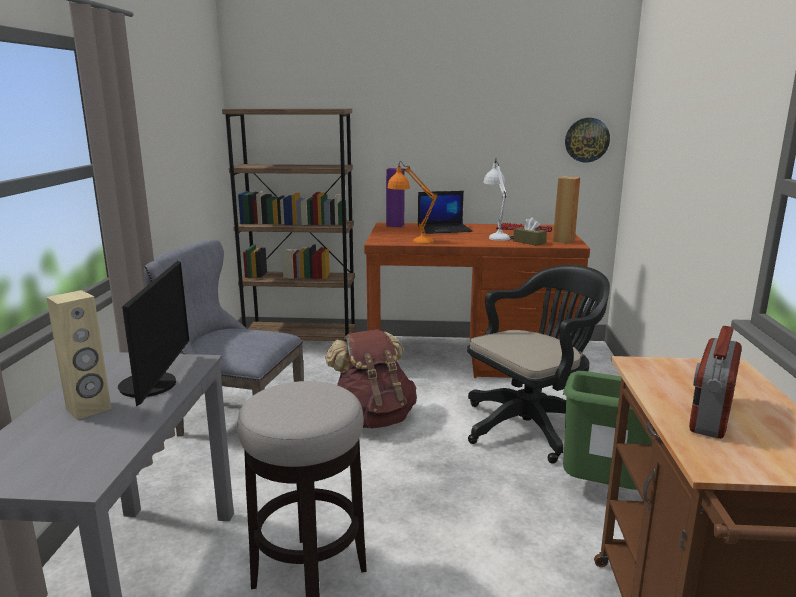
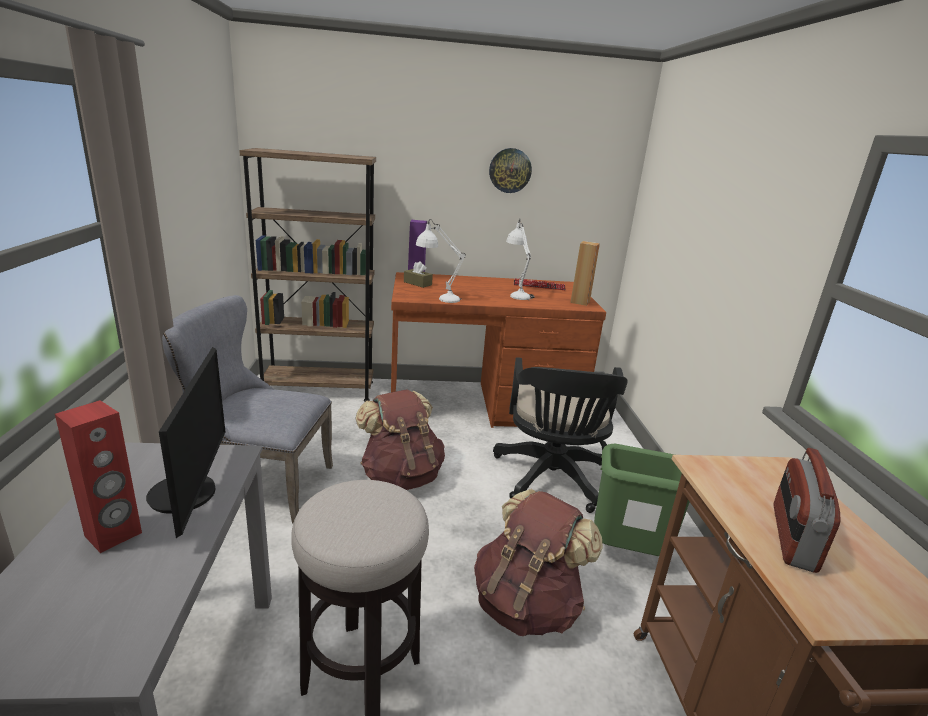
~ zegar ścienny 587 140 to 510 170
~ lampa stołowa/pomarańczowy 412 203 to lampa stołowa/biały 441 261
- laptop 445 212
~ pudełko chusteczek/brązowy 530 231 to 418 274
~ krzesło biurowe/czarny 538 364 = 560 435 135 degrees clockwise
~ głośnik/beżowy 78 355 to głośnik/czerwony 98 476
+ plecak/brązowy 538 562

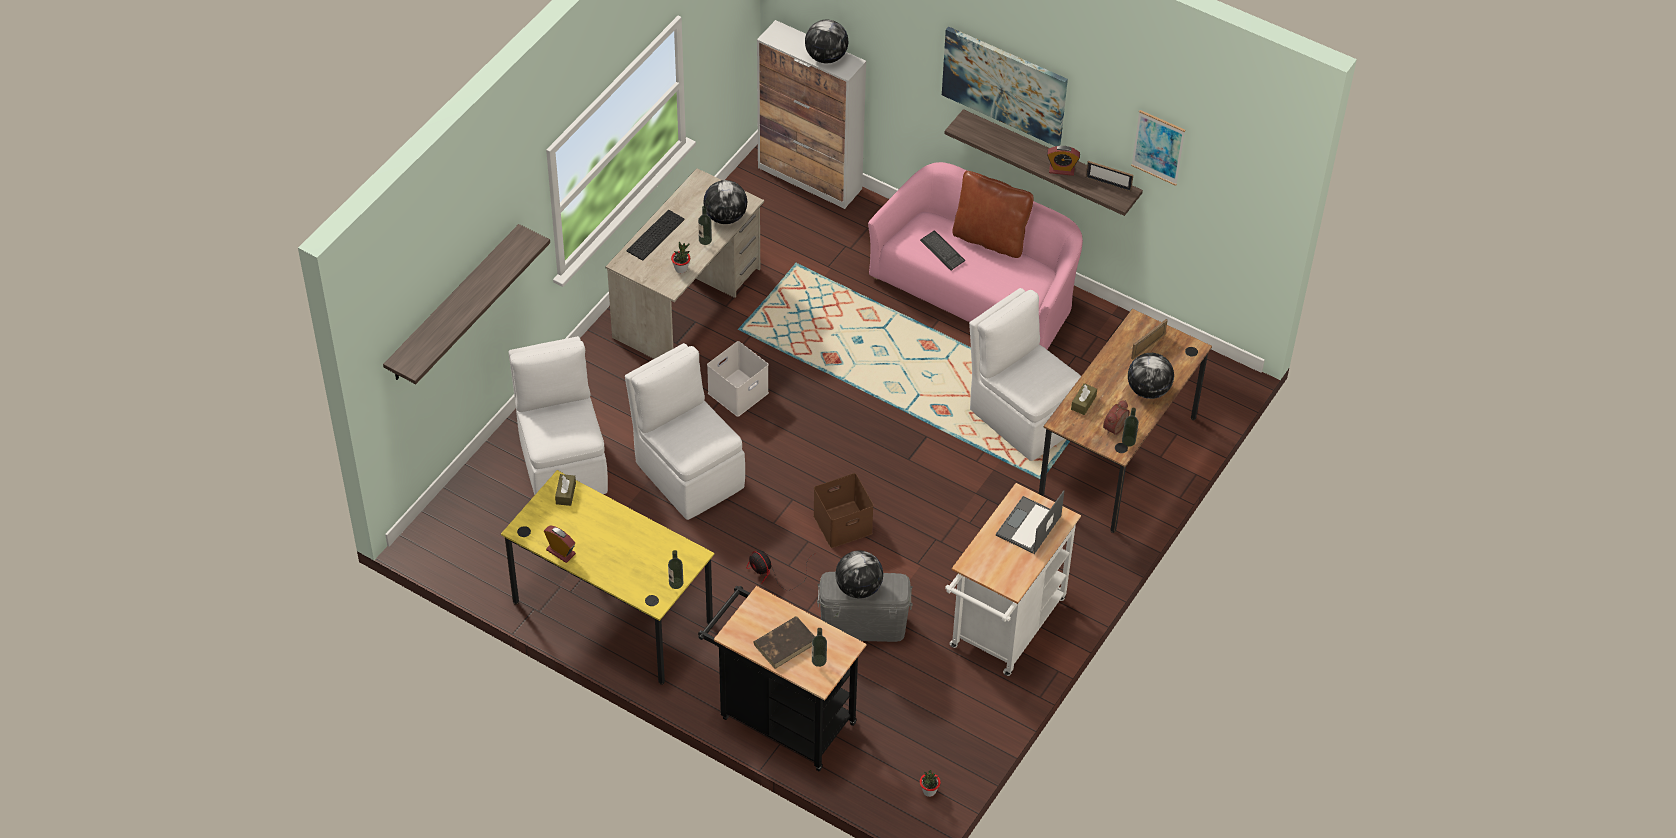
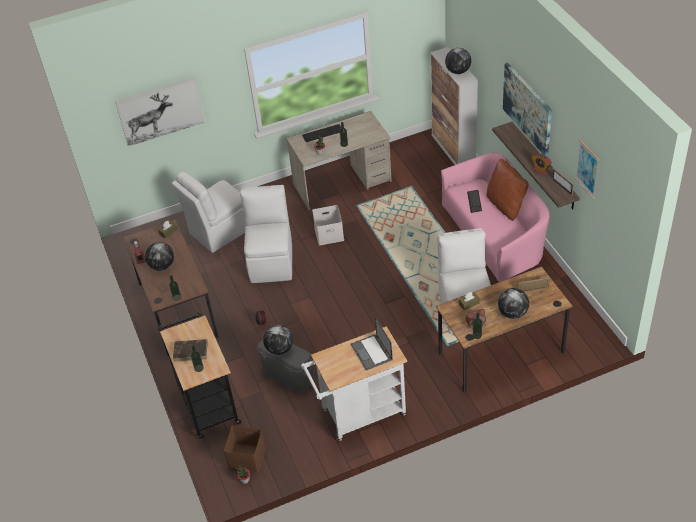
~ globus 725 202 to 159 256
~ półka 466 304 to obraz 160 112
~ krzesło/biały 558 415 = 209 212 150 degrees counterclockwise
~ biurko/żółty 608 577 to biurko/brązowy 170 288
~ pojemnik do przechowywania/brązowy 843 510 to 245 449
~ laptop 1030 522 = 372 344 90 degrees counterclockwise

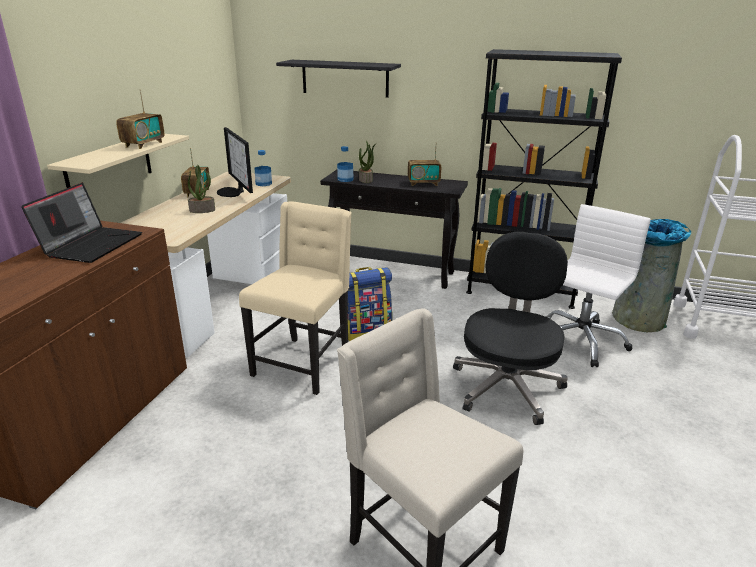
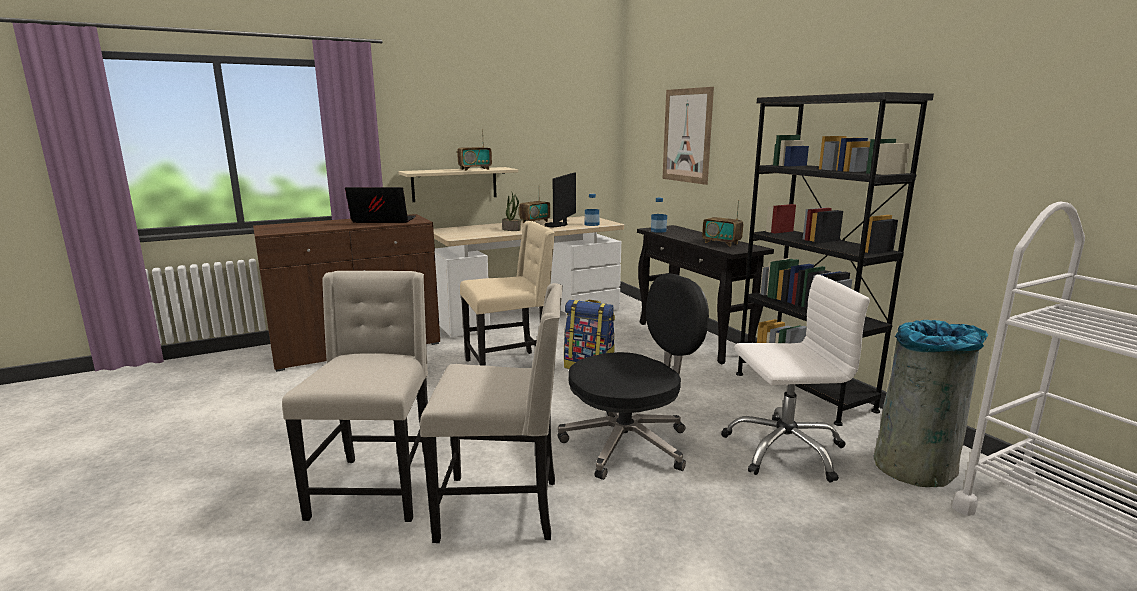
~ półka/czarny 338 79 to obraz 688 136
- roślina doniczkowa 368 162
~ laptop 81 223 = 380 205 150 degrees counterclockwise
+ krzesło/beżowy 491 413

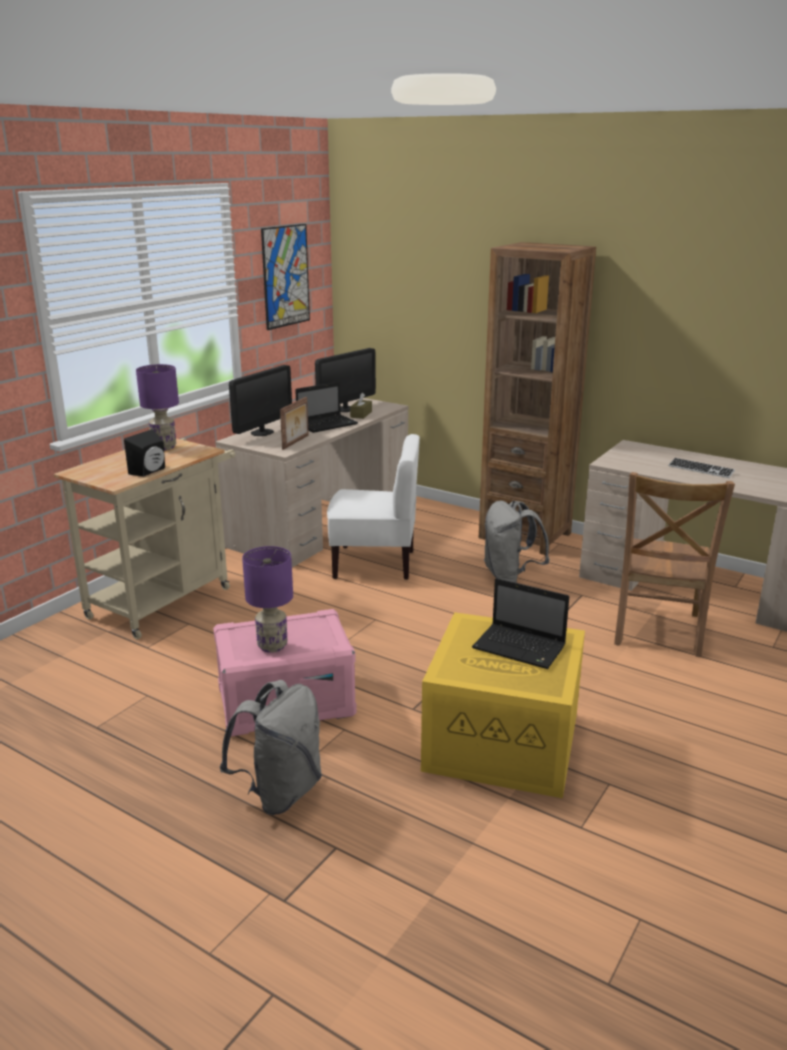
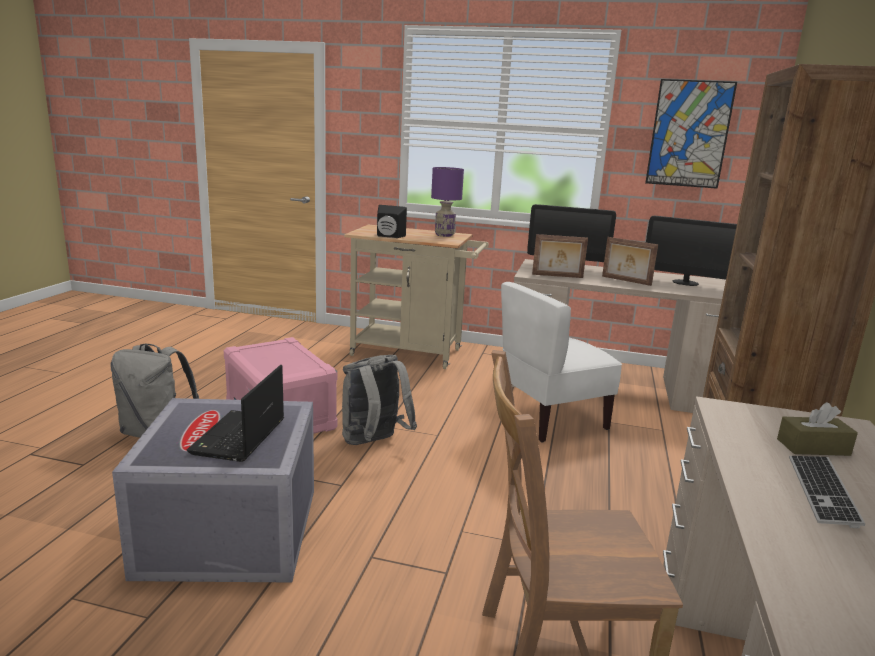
~ laptop 326 407 to ramka na zdjęcie 630 261
~ pudełko chusteczek/brązowy 361 406 to 817 429
~ krzesło/biały 373 507 = 561 362 75 degrees clockwise
~ plecak/szary 517 542 to 379 400
- lampa stołowa/fioletowy 267 599
~ pojemnik do przechowywania/żółty 503 705 to pojemnik do przechowywania/szary 213 490

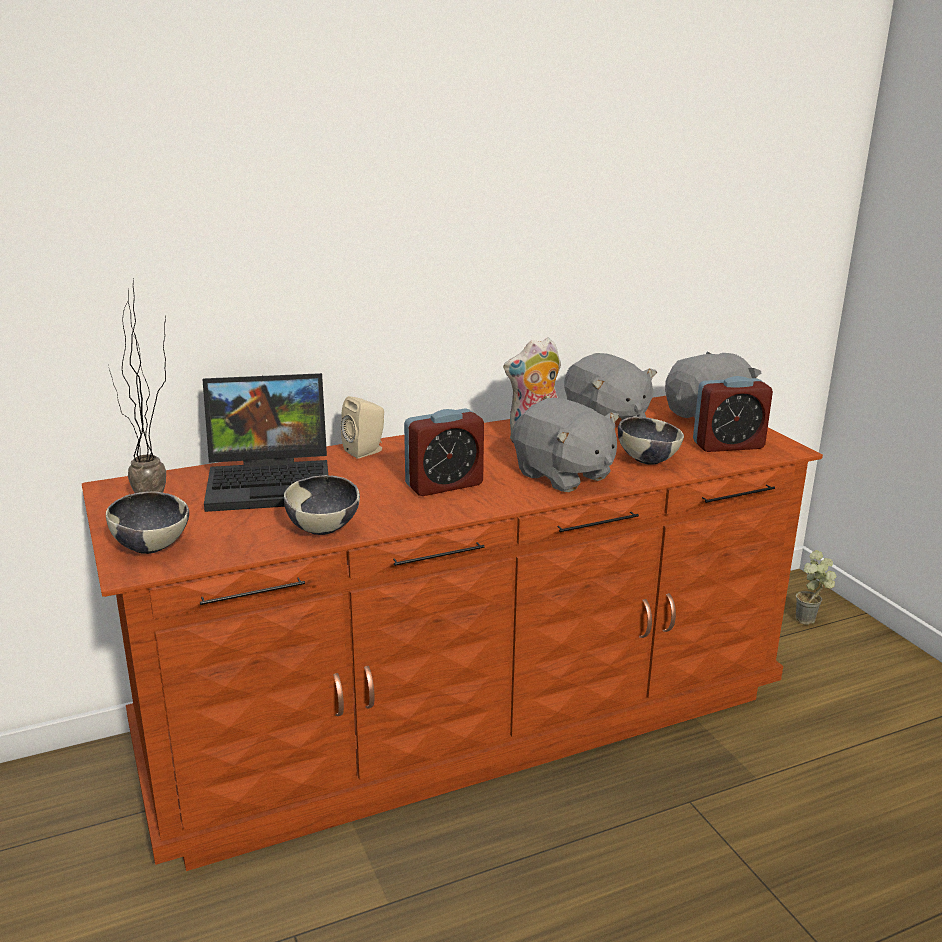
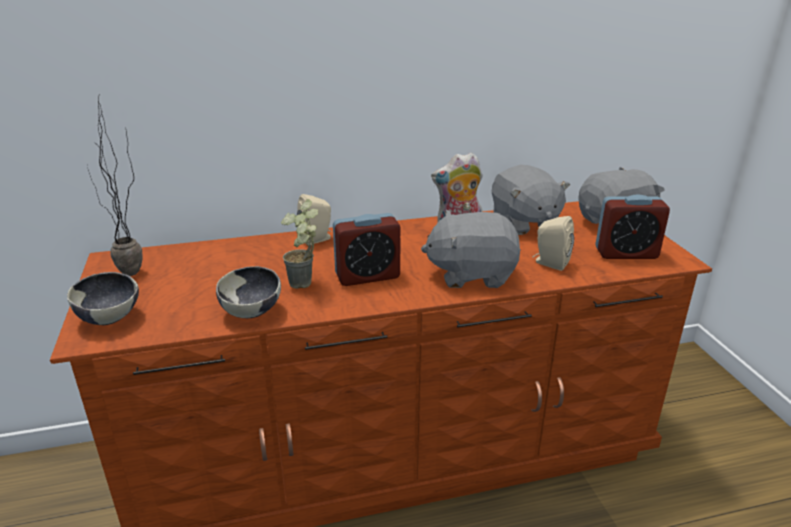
- laptop 265 442
~ pluszak/szary 566 445 = 471 249 120 degrees clockwise
~ miska 651 441 to głośnik/beżowy 553 243
~ roślina doniczkowa 816 587 to 299 244

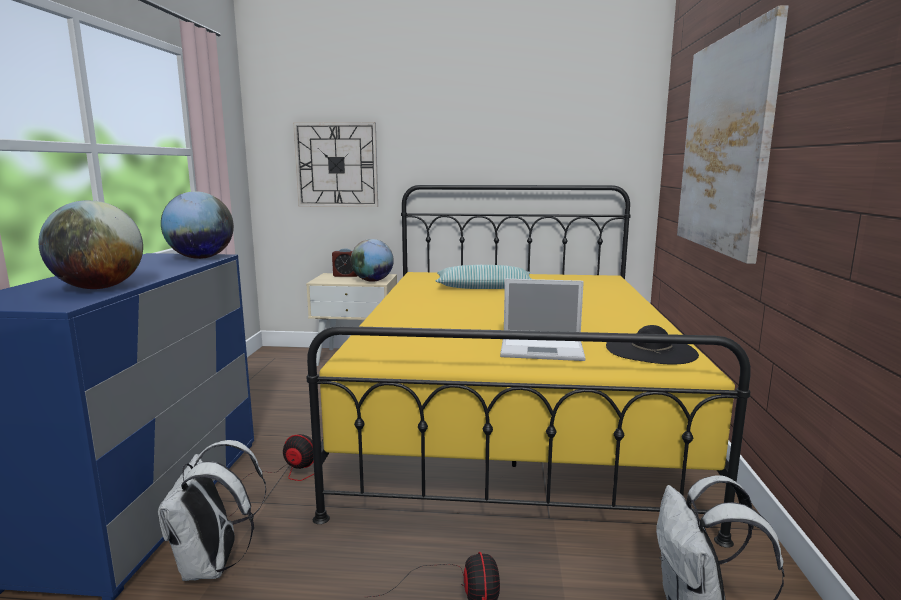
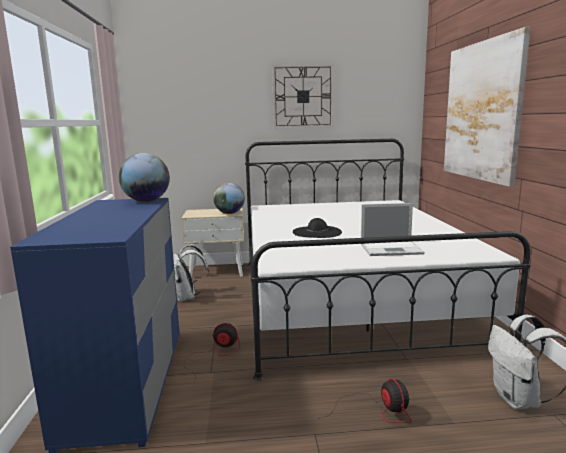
~ zegar ścienny 335 164 to 303 96
~ łóżko/żółty 529 366 to łóżko/biały 388 260
- globus 91 244
- budzik 344 262
- poduszka 483 277
~ kapelusz/czarny 652 344 to 317 228
~ plecak/biały 212 510 to 191 273

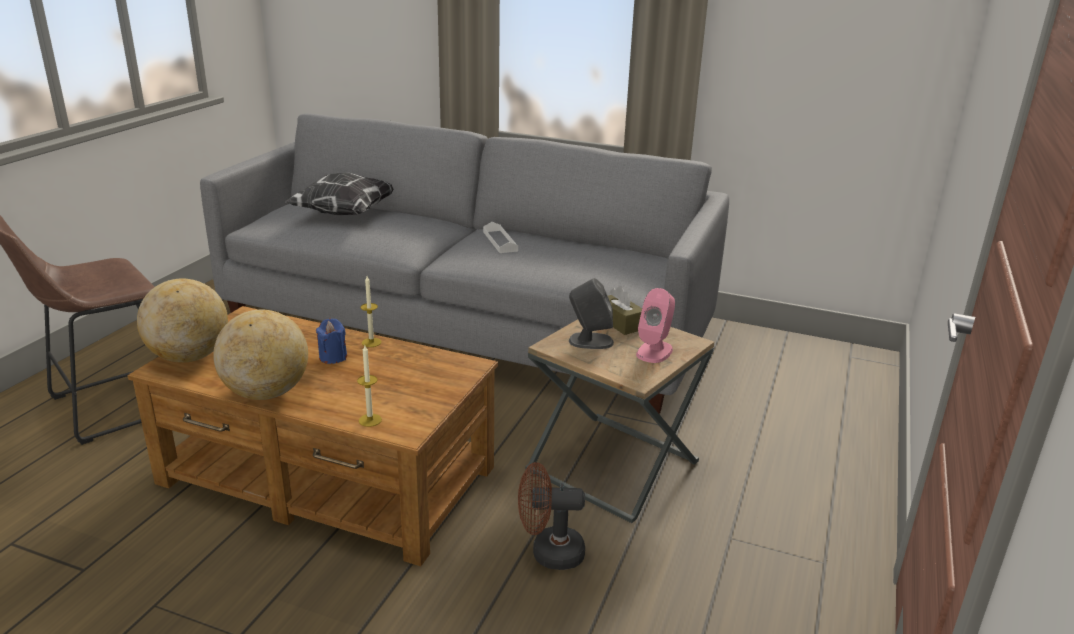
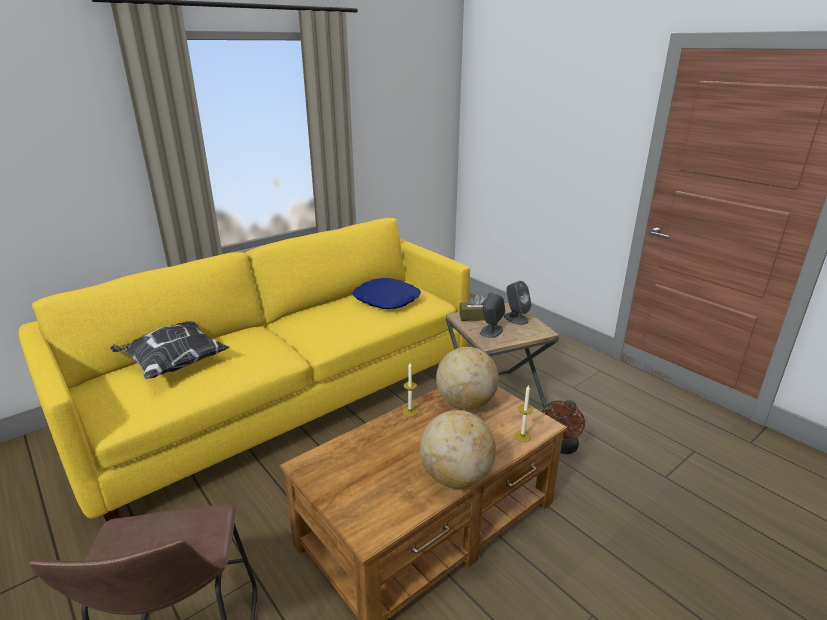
~ kanapa/szary 464 263 to kanapa/żółty 244 370
- taca/biały 500 237
~ globus 182 320 to 467 378
~ głośnik/różowy 655 325 to głośnik/szary 517 303
- świeca/niebieski 331 341
+ poduszka/niebieski 386 293

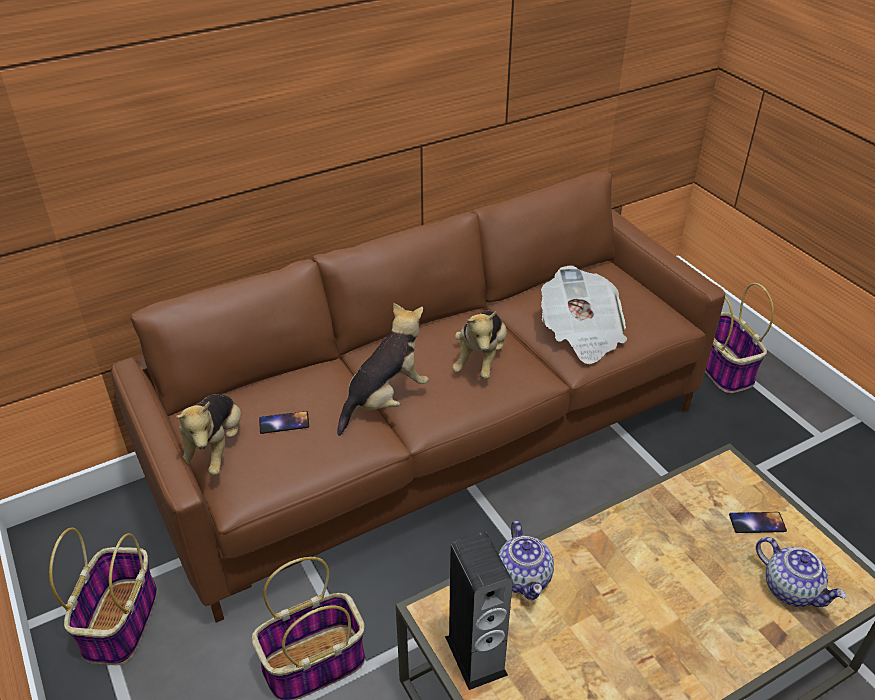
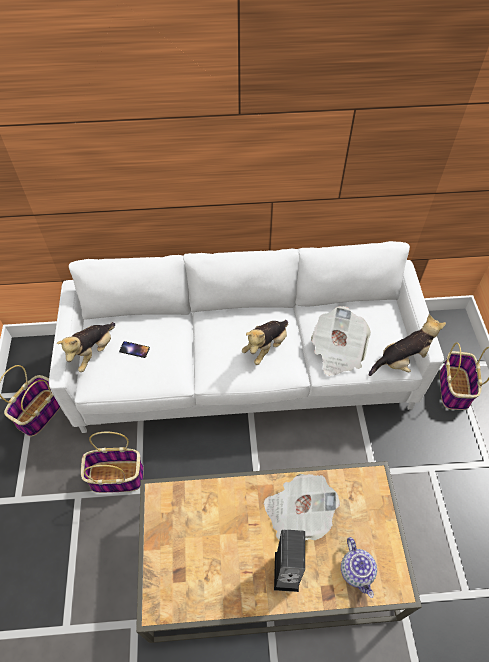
~ kanapa/brązowy 418 397 to kanapa/biały 246 337
~ pluszak 383 369 to 407 345
- telefon 758 522
- imbryk 526 560
~ głośnik 479 611 to 289 561
+ gazeta 302 507

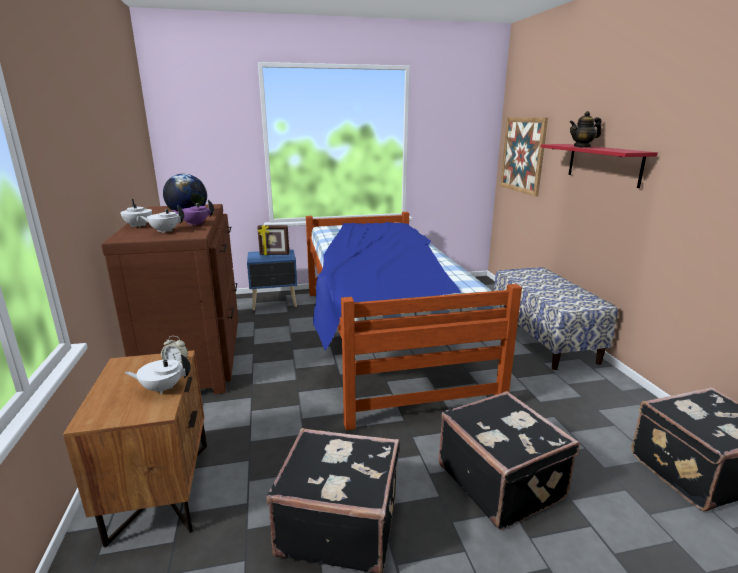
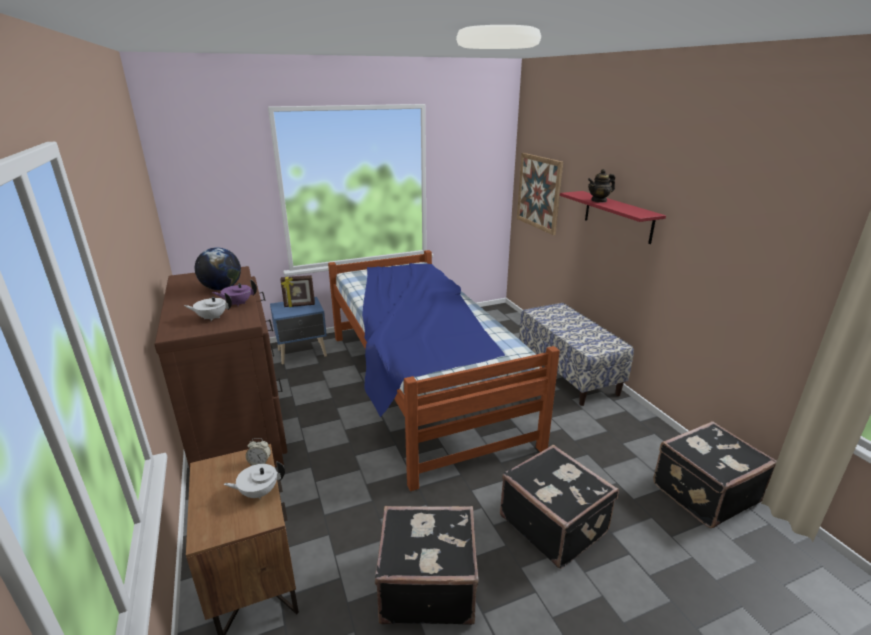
- imbryk/biały 136 213

